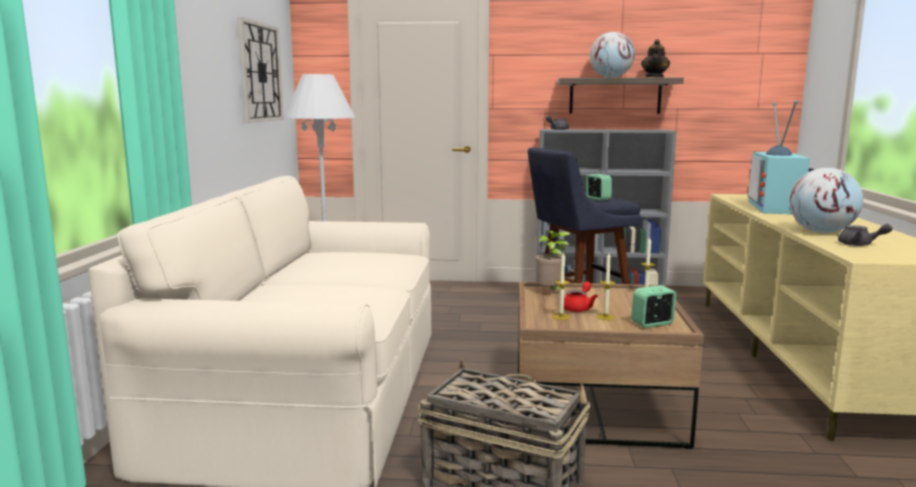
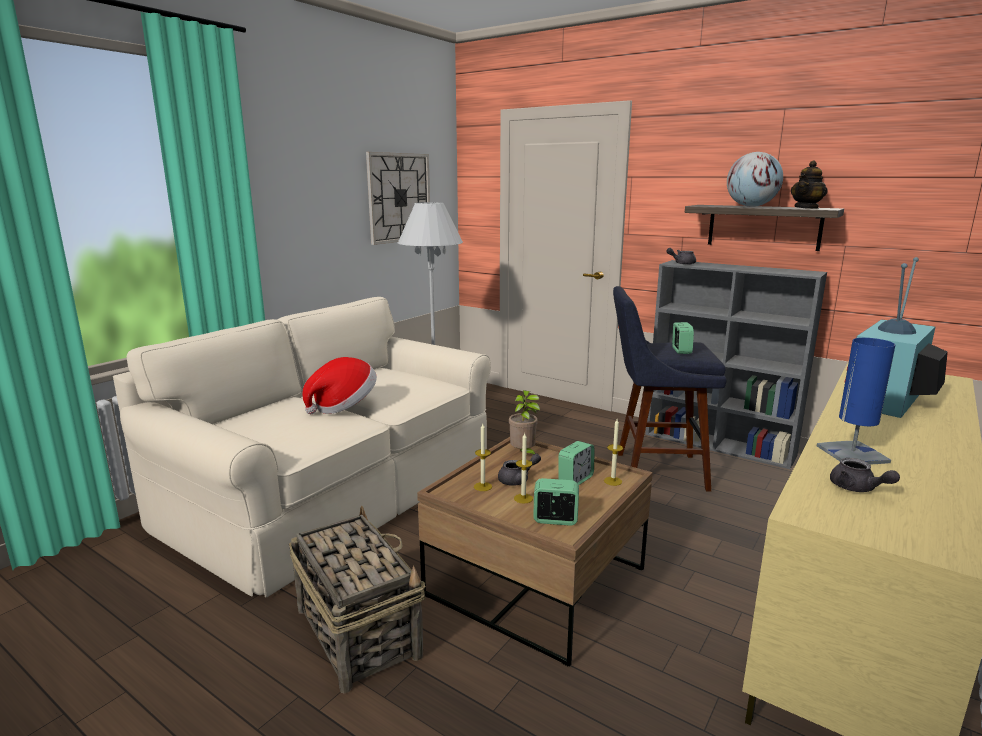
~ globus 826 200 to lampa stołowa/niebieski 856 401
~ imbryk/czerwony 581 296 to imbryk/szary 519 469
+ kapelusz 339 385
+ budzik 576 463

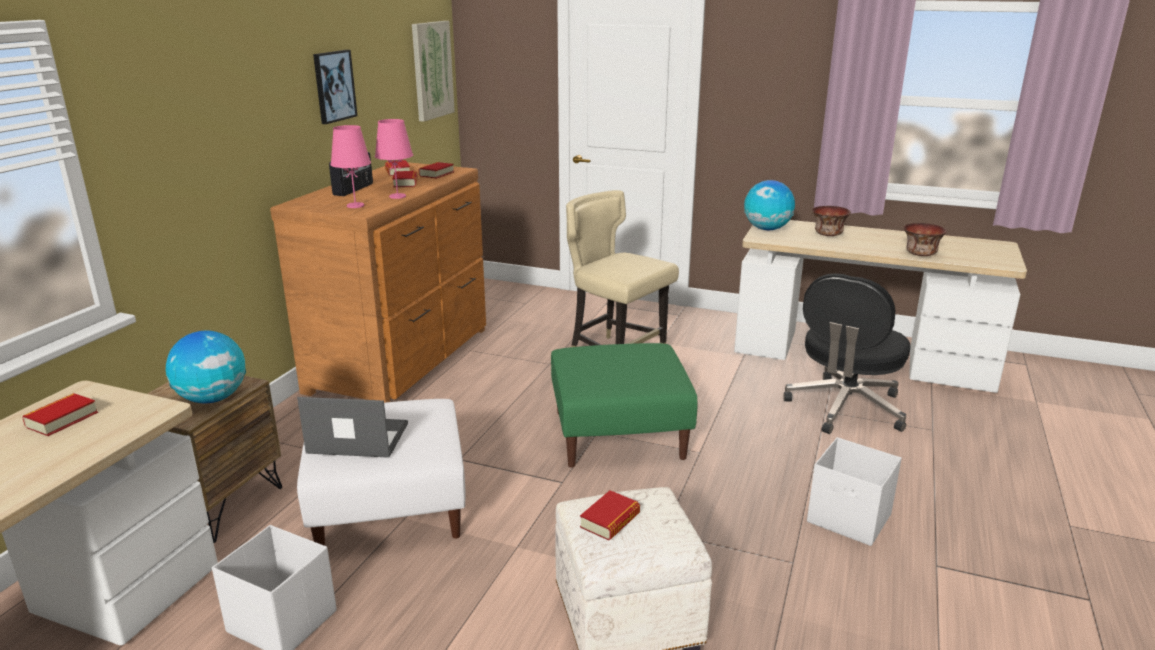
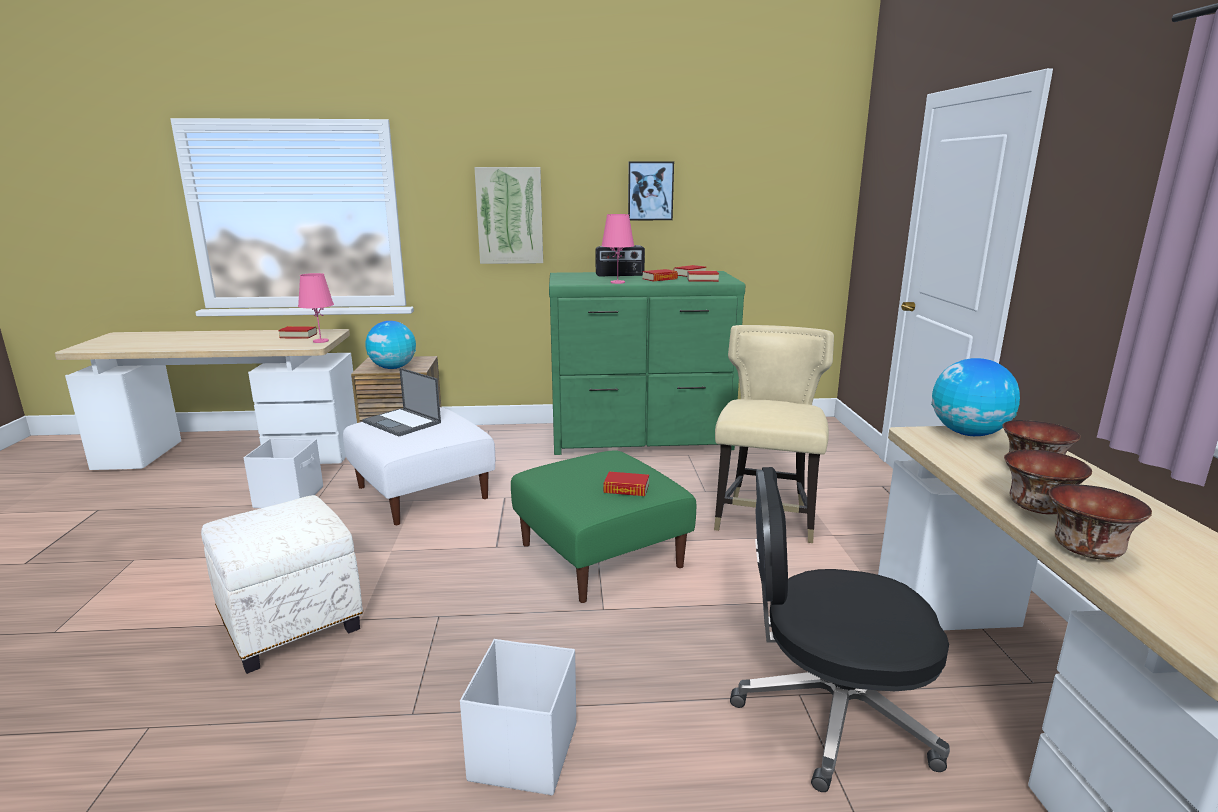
~ obraz 433 71 to 508 215
~ lampa stołowa/różowy 351 166 to 316 308
~ komoda/brązowy 378 282 to komoda/zielony 647 363
~ laptop 352 427 = 401 402 150 degrees clockwise
~ książka 610 515 to 626 484
+ miska 1048 481

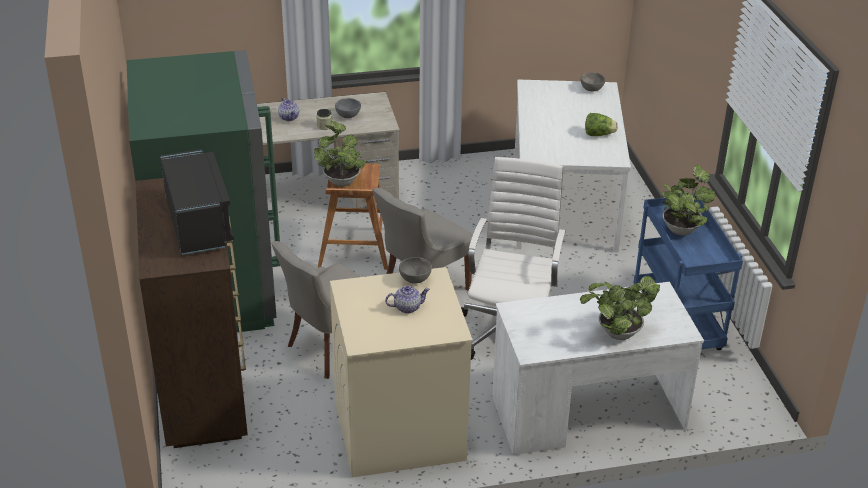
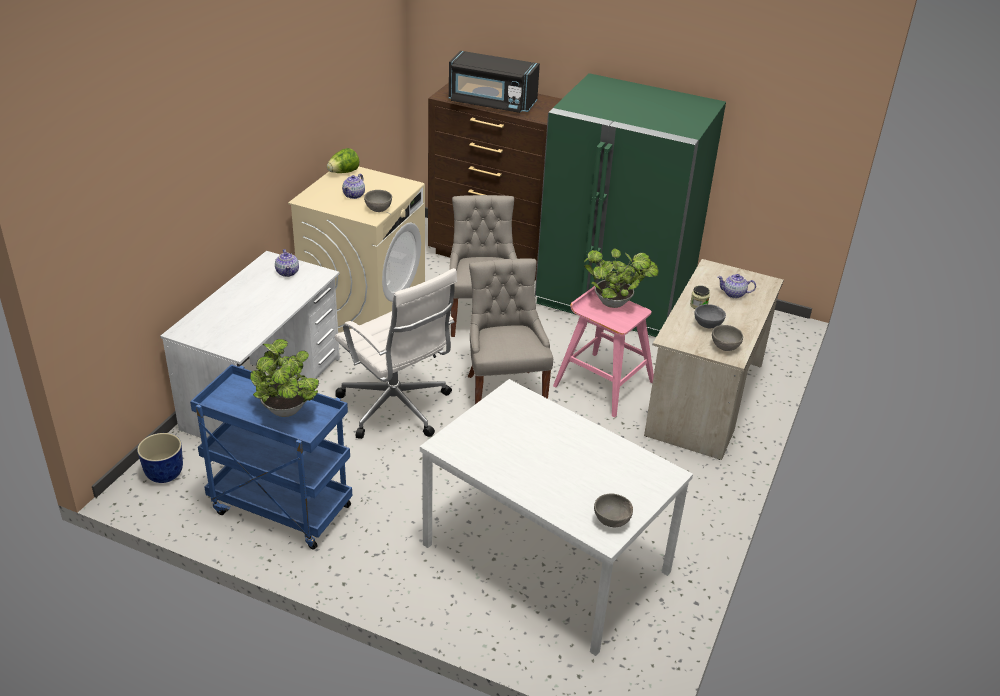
~ sałata 601 124 to 343 160
~ stołek/brązowy 353 217 to stołek/różowy 603 352
- roślina doniczkowa 620 308
+ imbryk 287 263
+ miska/szary 727 338
+ donica 160 458

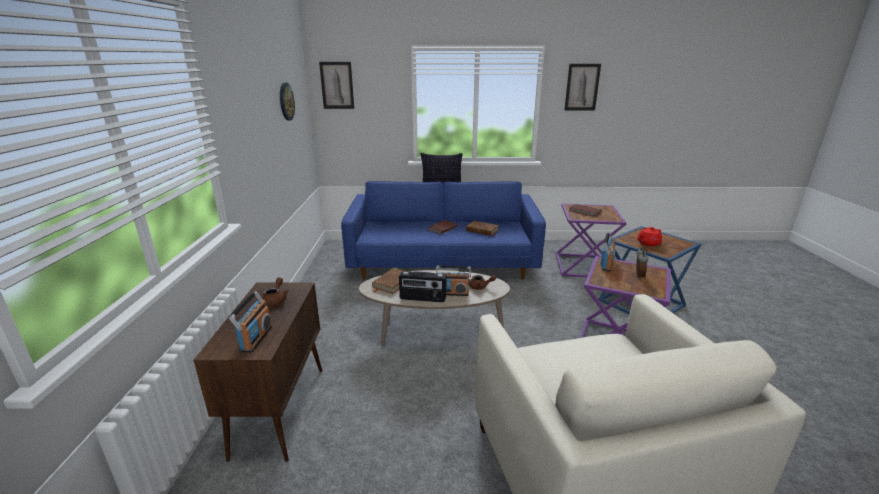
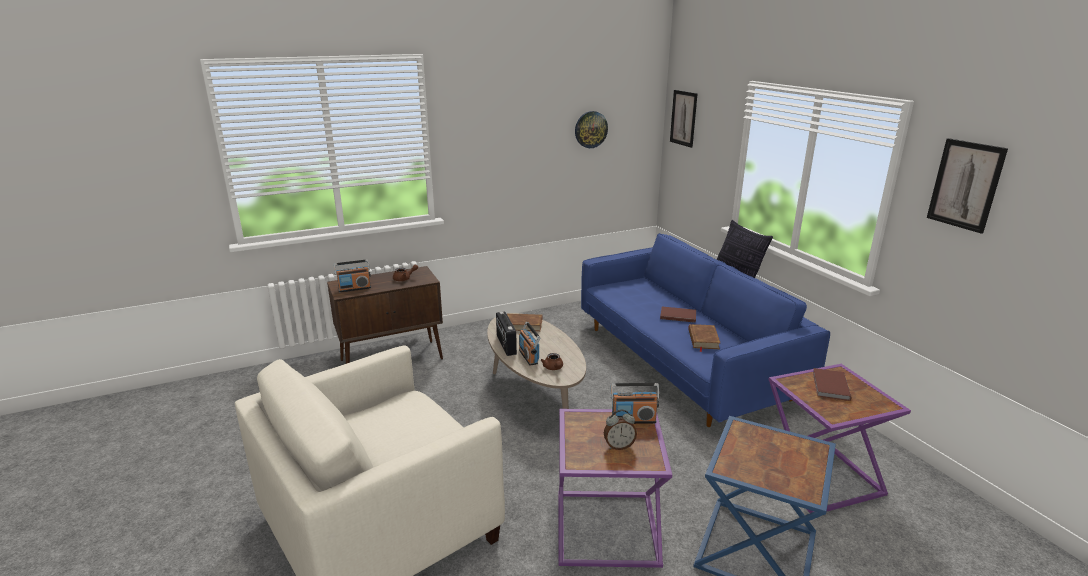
- imbryk/czerwony 650 236

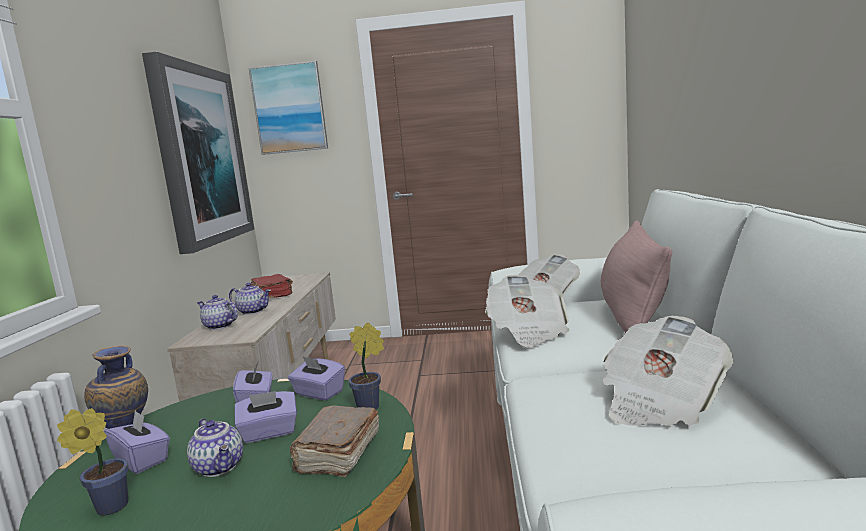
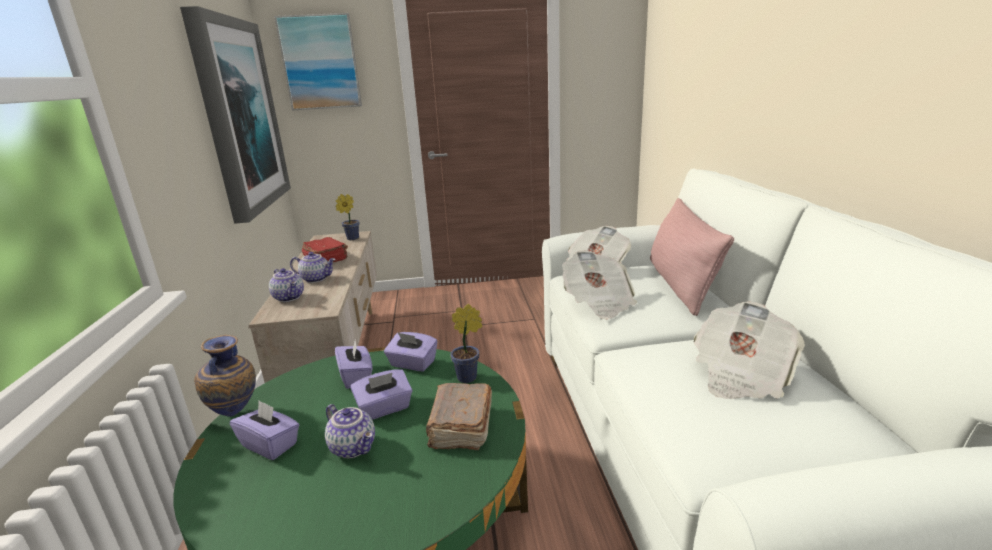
~ imbryk 217 312 = 286 285 150 degrees counterclockwise
~ roślina doniczkowa 92 462 to 347 217

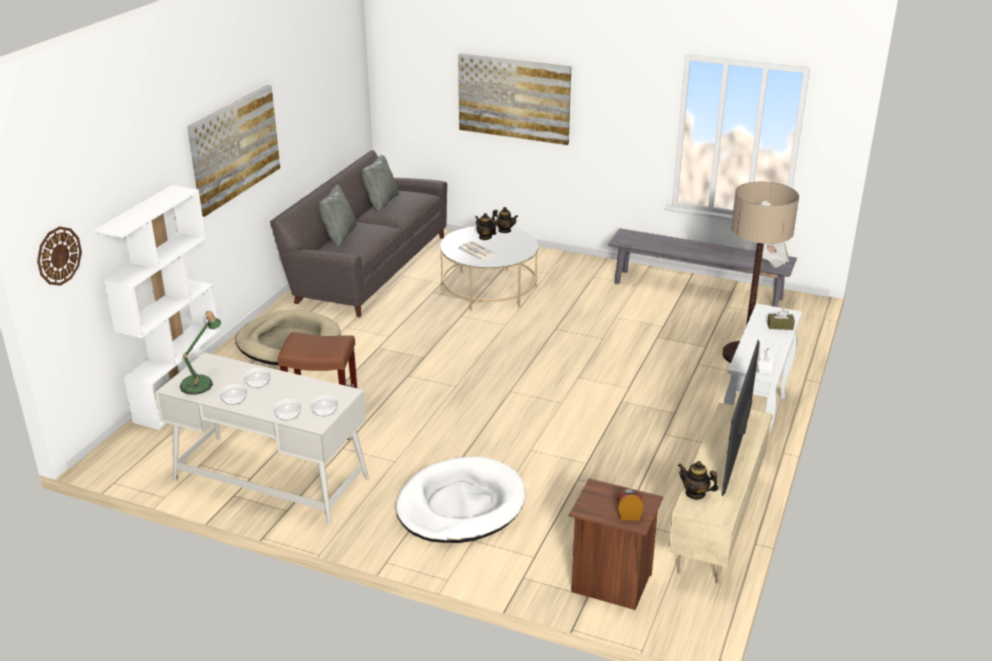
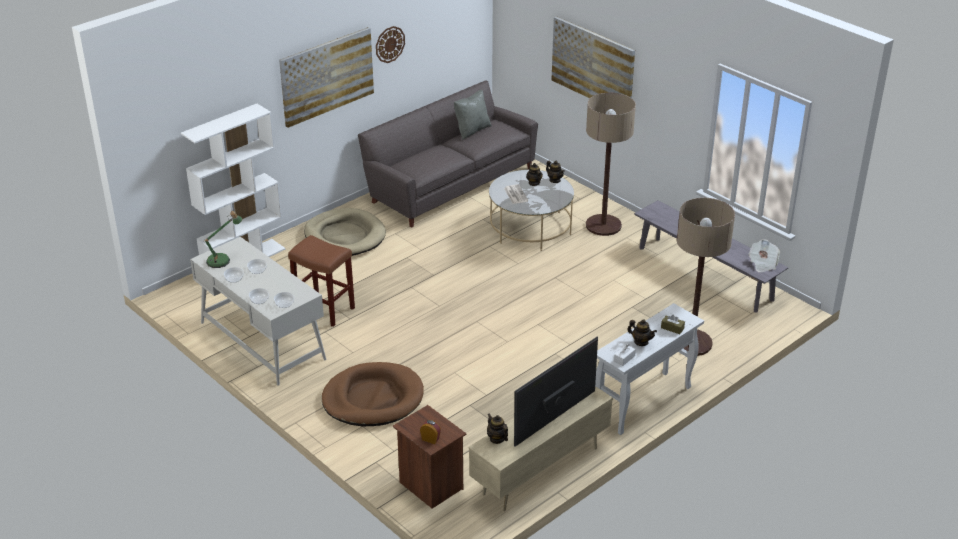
- poduszka/szary 337 216
~ zegar ścienny 59 256 to 390 44
~ legowisko/biały 461 499 to legowisko/brązowy 373 394
+ lampa stojąca 611 164
+ imbryk 642 332

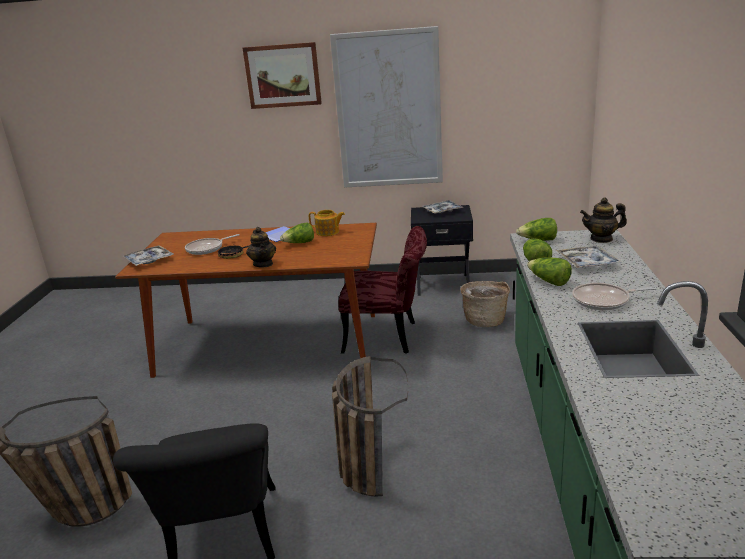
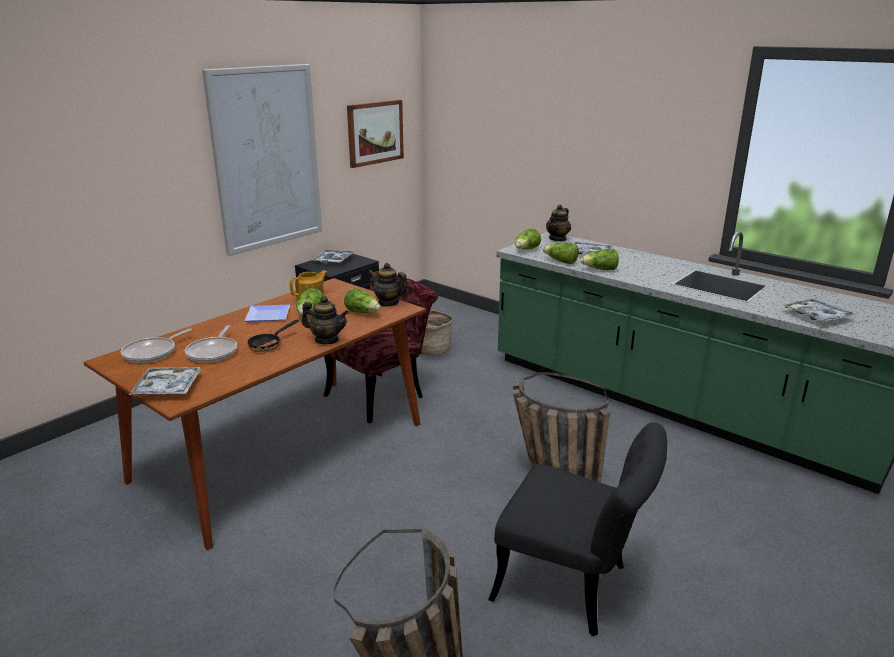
~ obraz 282 75 to 375 134
~ patelnia 614 297 to 156 346
+ imbryk 388 285
+ sałata 362 300
+ taca 820 311

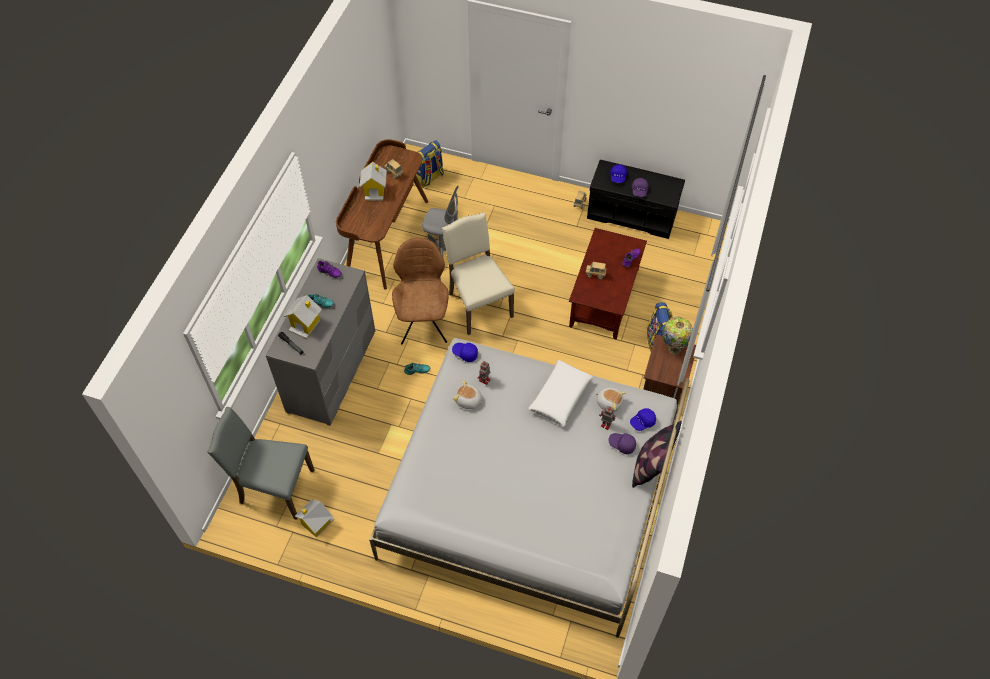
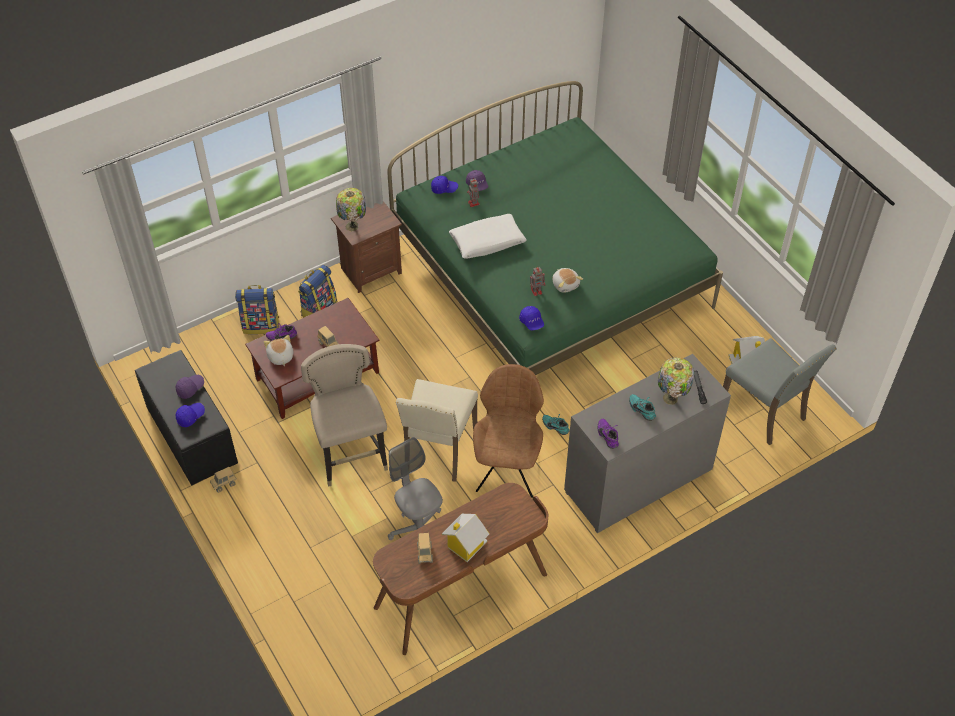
~ plecak 430 164 to 257 309
~ krzesło/brązowy 420 291 = 508 431 150 degrees clockwise
~ domek 303 317 to lampa stołowa 676 381
~ łóżko/biały 529 488 to łóżko/zielony 555 228
~ pluszak 611 400 to 278 350
- poduszka 657 454
+ stołek/beżowy 344 415

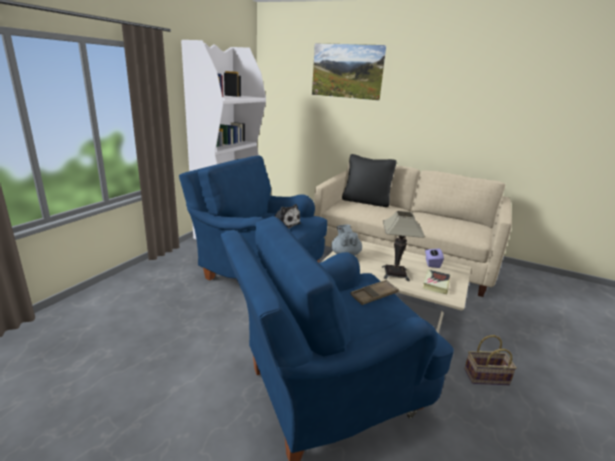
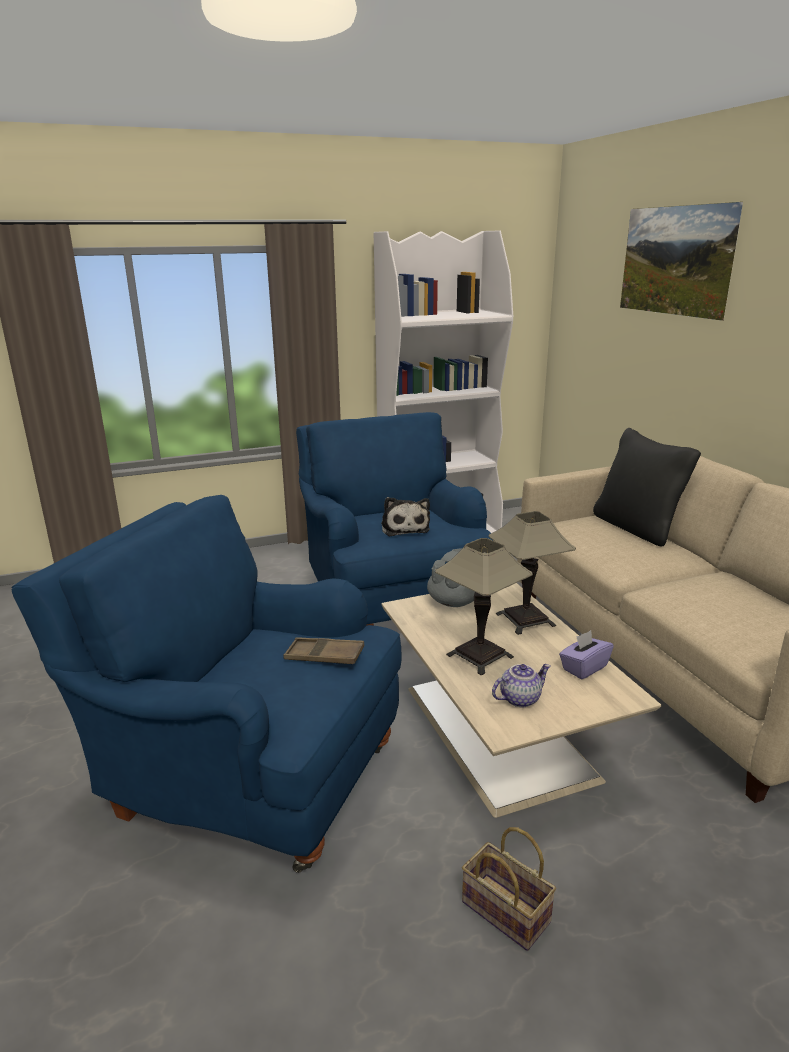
~ książka 436 281 to imbryk 521 685
+ lampa stołowa 532 573

